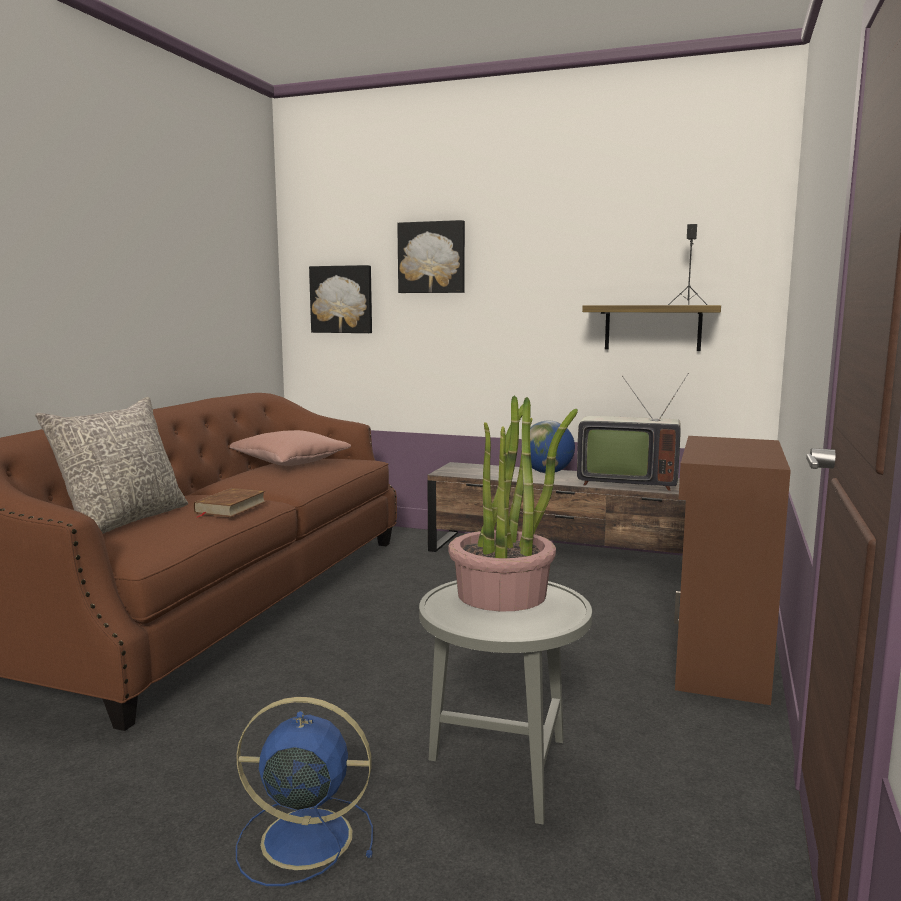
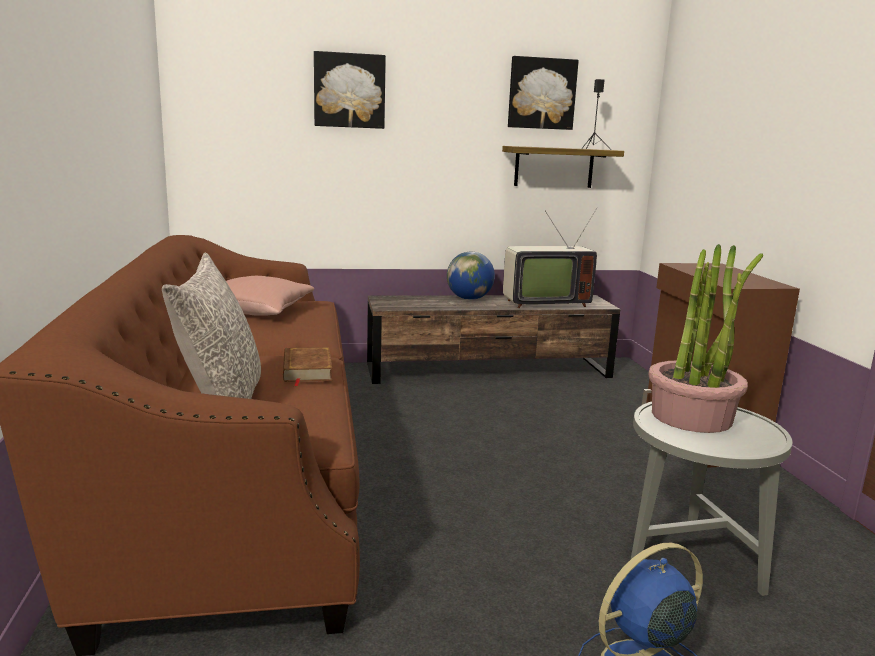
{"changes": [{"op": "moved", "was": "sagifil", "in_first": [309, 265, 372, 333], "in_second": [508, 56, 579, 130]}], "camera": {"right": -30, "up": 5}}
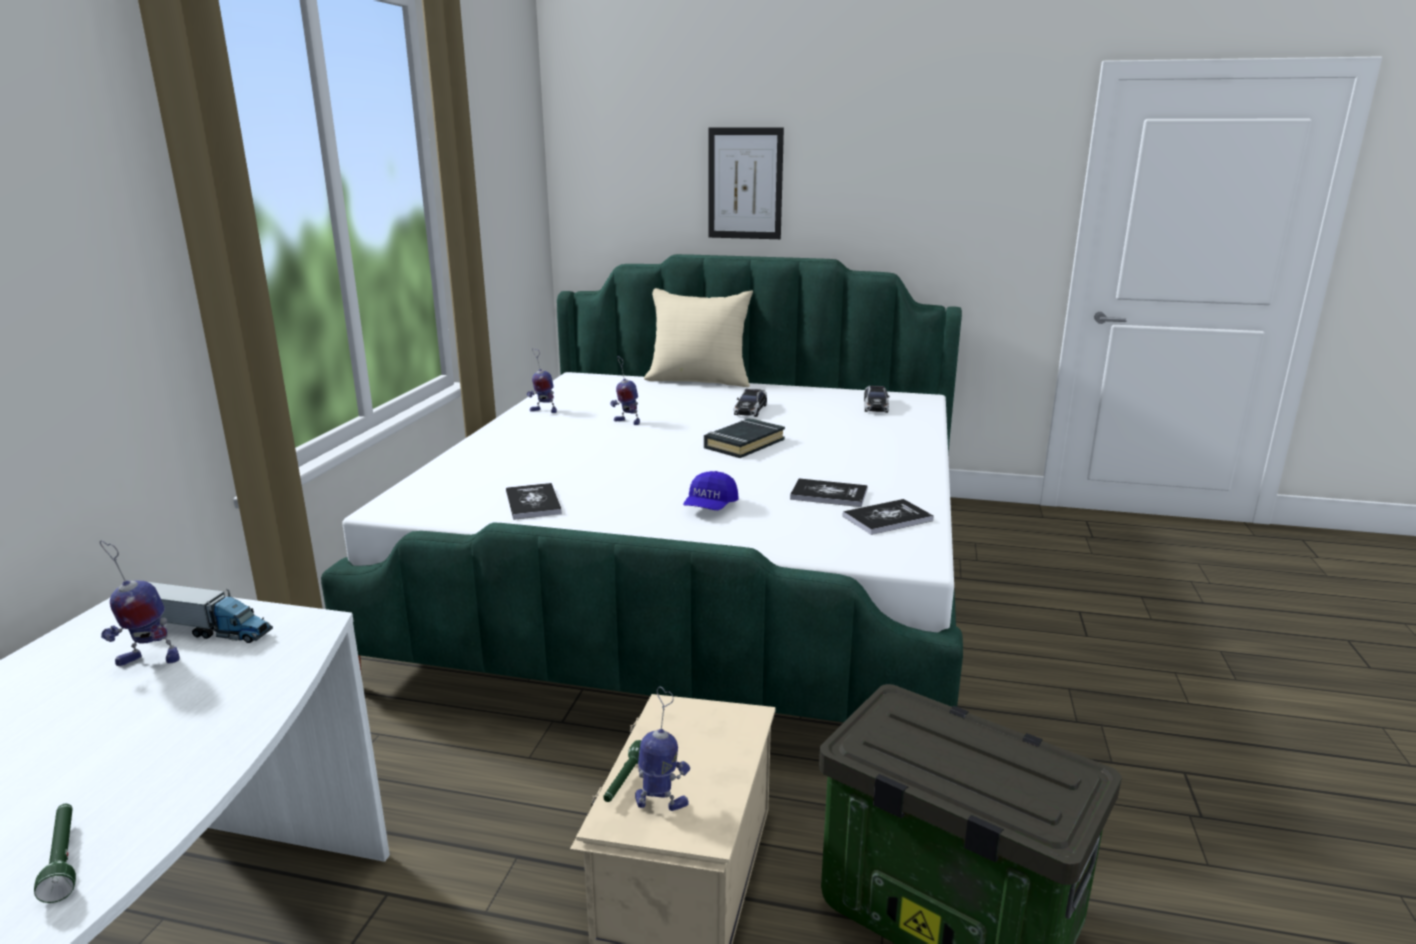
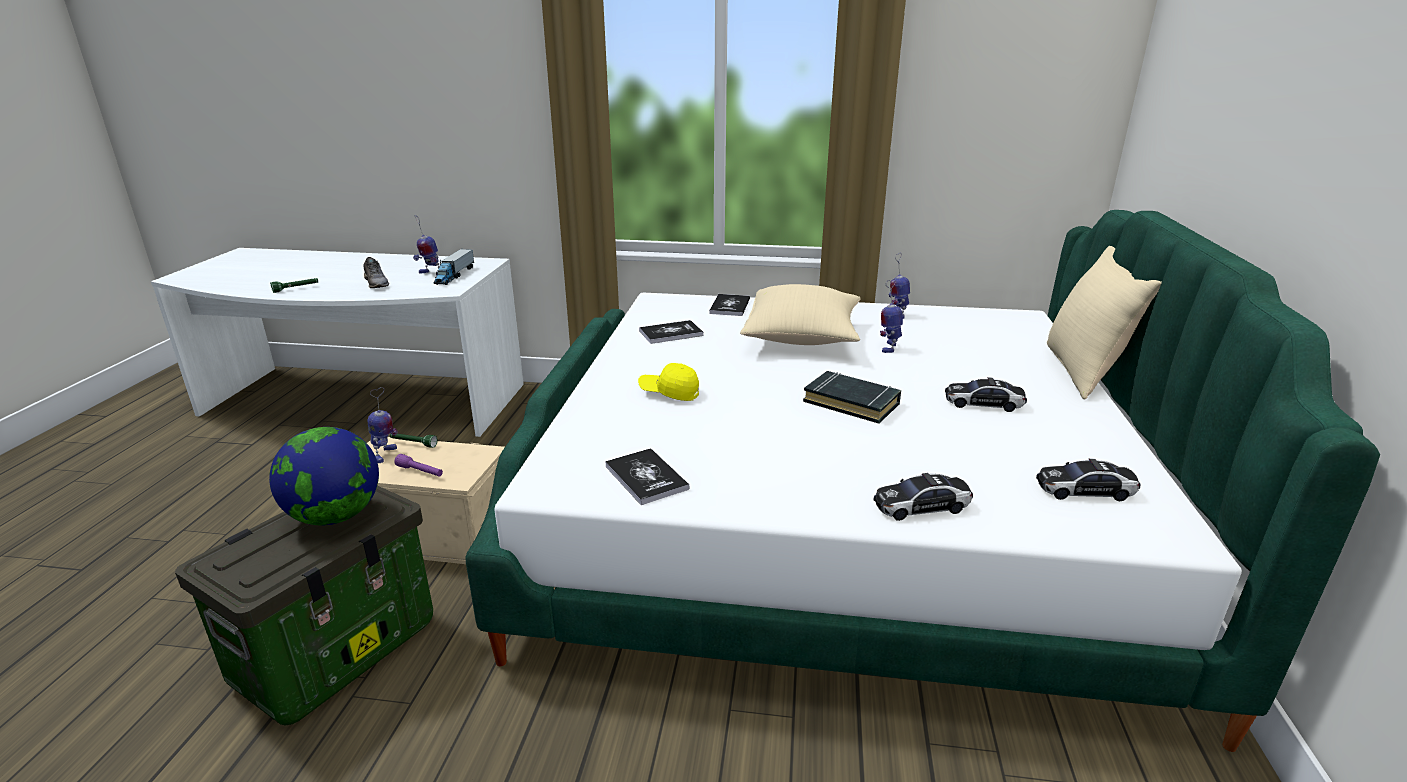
{"changes": [{"op": "added", "now": "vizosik", "in_second": [269, 427, 379, 525]}, {"op": "added", "now": "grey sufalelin", "in_second": [363, 257, 389, 288]}, {"op": "added", "now": "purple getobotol", "in_second": [395, 454, 443, 476]}, {"op": "turned", "was": "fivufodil", "in_first": [100, 540, 180, 666], "in_second": [413, 215, 439, 275], "clockwise": -60}, {"op": "recoloured", "was": "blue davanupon", "now": "yellow davanupon", "in_first": [683, 471, 739, 510], "in_second": [638, 363, 699, 401]}, {"op": "moved", "was": "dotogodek", "in_first": [790, 479, 867, 507], "in_second": [709, 294, 750, 316]}, {"op": "added", "now": "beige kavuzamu", "in_second": [740, 284, 861, 345]}, {"op": "added", "now": "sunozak", "in_second": [873, 473, 973, 521]}, {"op": "removed", "was": "sagifil", "in_first": [708, 127, 784, 239]}], "camera": {"right": 85, "up": 5}}
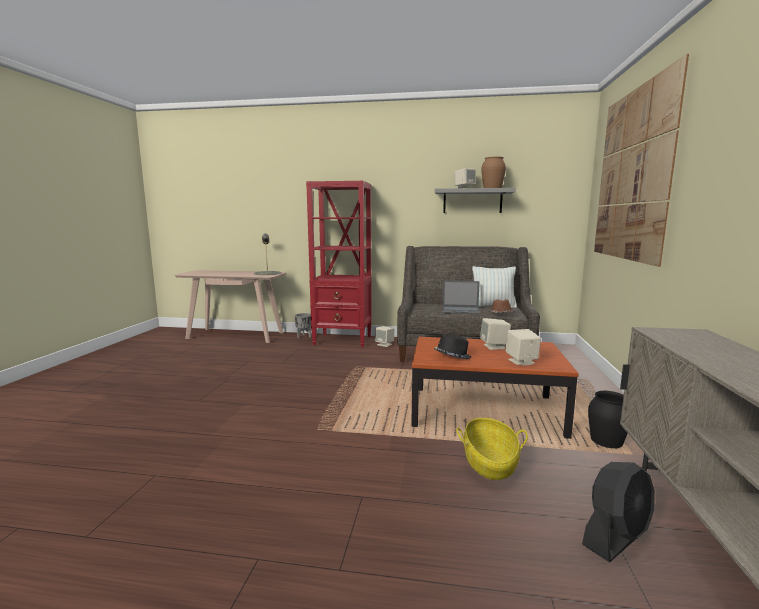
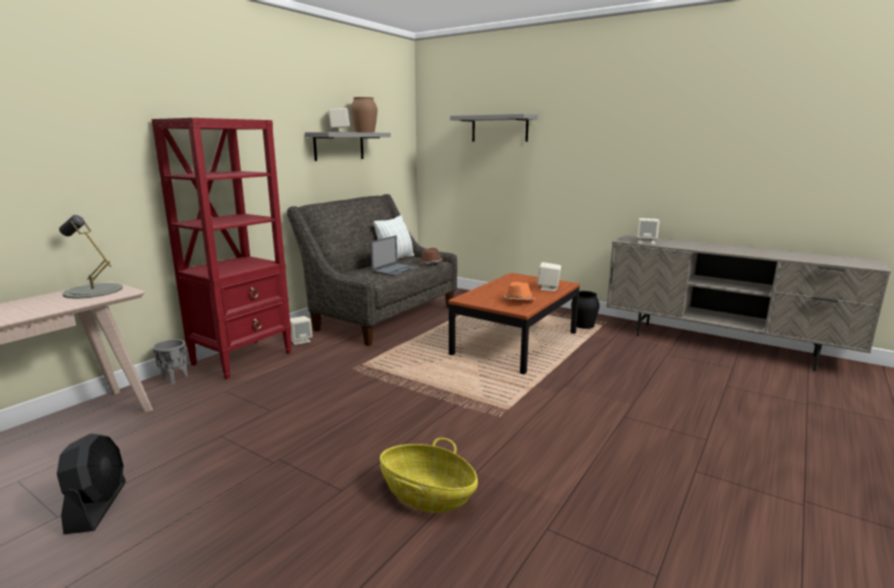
{"changes": [{"op": "moved", "was": "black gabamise", "in_first": [582, 462, 655, 562], "in_second": [57, 434, 126, 534]}, {"op": "moved", "was": "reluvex", "in_first": [456, 418, 528, 480], "in_second": [380, 438, 478, 513]}, {"op": "replaced", "was": "sagifil", "now": "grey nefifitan", "in_first": [594, 54, 689, 267], "in_second": [450, 114, 538, 142]}, {"op": "recoloured", "was": "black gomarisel", "now": "orange gomarisel", "in_first": [434, 334, 471, 359], "in_second": [504, 282, 536, 300]}, {"op": "moved", "was": "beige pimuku", "in_first": [480, 318, 511, 350], "in_second": [637, 218, 659, 244]}], "camera": {"right": -65, "up": 5}}
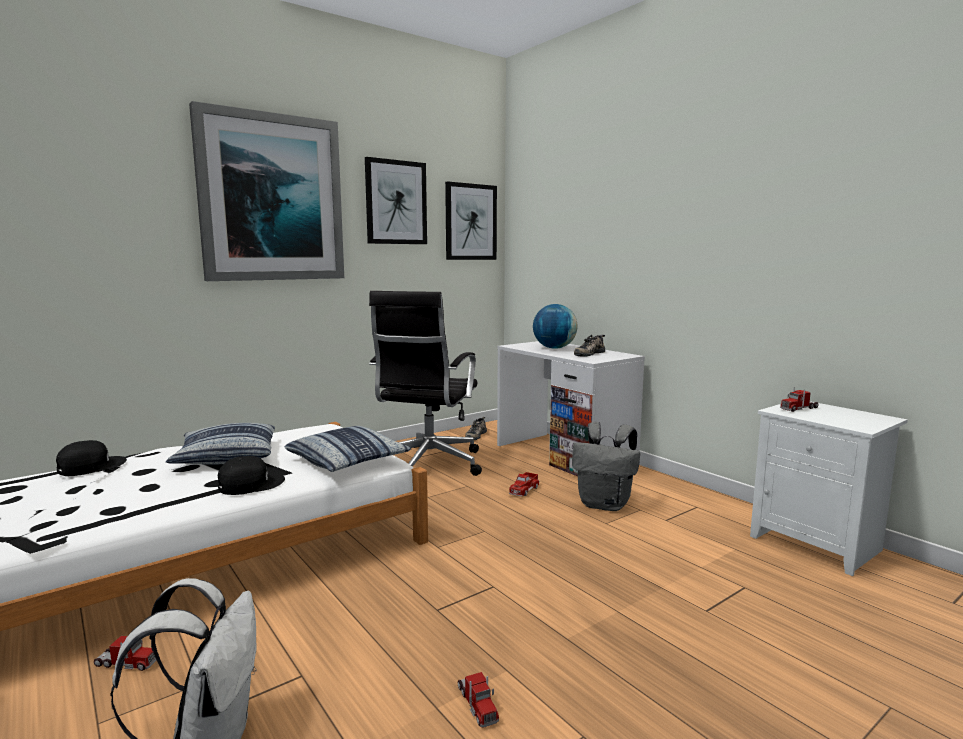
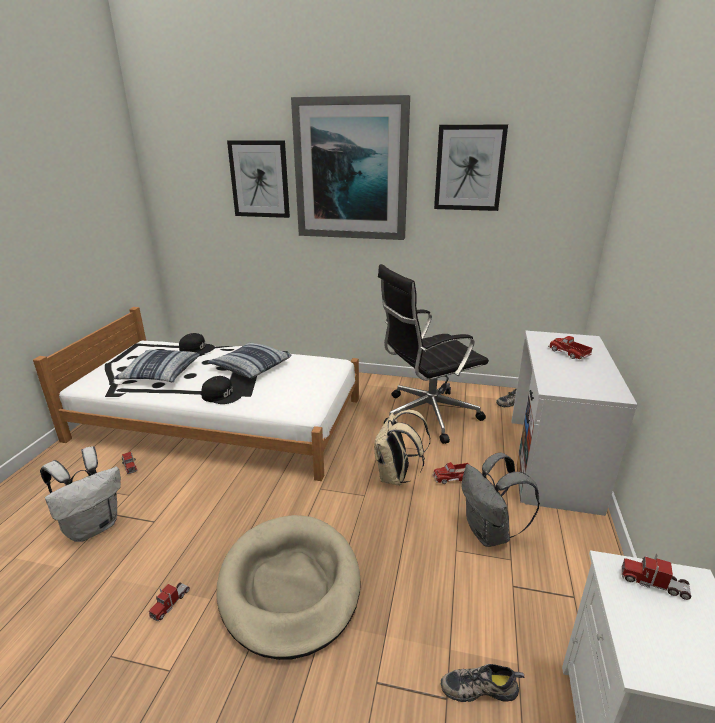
{"changes": [{"op": "moved", "was": "kavuzamu", "in_first": [285, 426, 411, 472], "in_second": [114, 350, 200, 382]}, {"op": "added", "now": "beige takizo", "in_second": [217, 515, 361, 660]}, {"op": "moved", "was": "sagifil", "in_first": [445, 181, 497, 260], "in_second": [227, 140, 290, 218]}, {"op": "added", "now": "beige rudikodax", "in_second": [374, 410, 431, 486]}, {"op": "moved", "was": "sufalelin", "in_first": [574, 335, 605, 356], "in_second": [441, 664, 524, 702]}, {"op": "replaced", "was": "vizosik", "now": "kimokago", "in_first": [533, 304, 578, 349], "in_second": [548, 336, 592, 359]}], "camera": {"right": 50, "up": 15}}
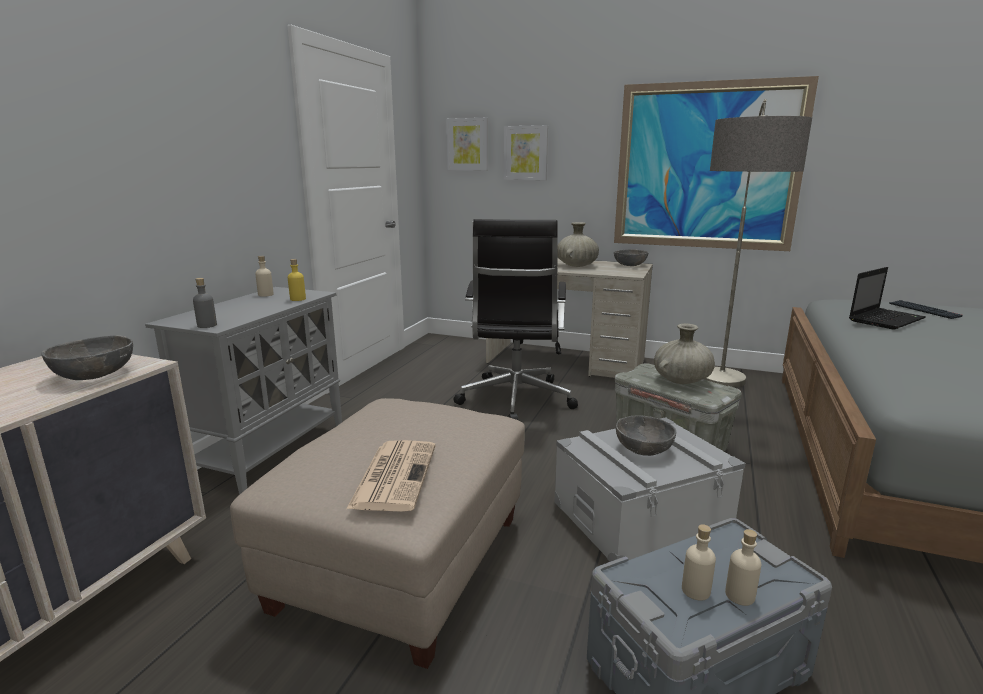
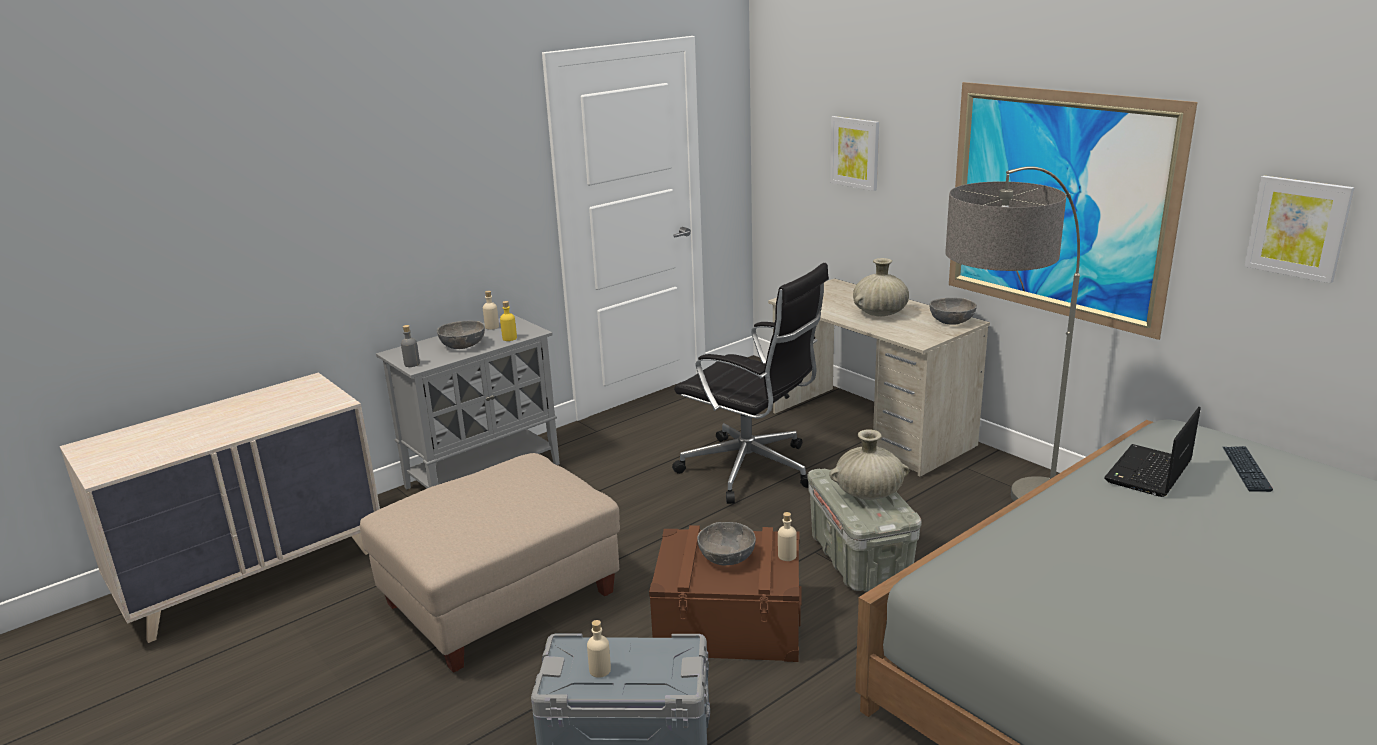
{"changes": [{"op": "moved", "was": "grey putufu", "in_first": [41, 335, 133, 380], "in_second": [437, 321, 485, 349]}, {"op": "recoloured", "was": "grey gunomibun", "now": "brown gunomibun", "in_first": [554, 417, 745, 562], "in_second": [649, 525, 802, 662]}, {"op": "turned", "was": "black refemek", "in_first": [453, 219, 578, 420], "in_second": [672, 263, 829, 504], "clockwise": -90}, {"op": "moved", "was": "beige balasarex", "in_first": [725, 529, 761, 606], "in_second": [778, 512, 797, 561]}, {"op": "turned", "was": "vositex", "in_first": [849, 267, 926, 330], "in_second": [1104, 407, 1201, 497], "clockwise": 135}, {"op": "moved", "was": "sagifil", "in_first": [446, 118, 488, 171], "in_second": [1244, 176, 1354, 283]}, {"op": "removed", "was": "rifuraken", "in_first": [346, 440, 436, 512]}], "camera": {"right": 30, "up": 5}}
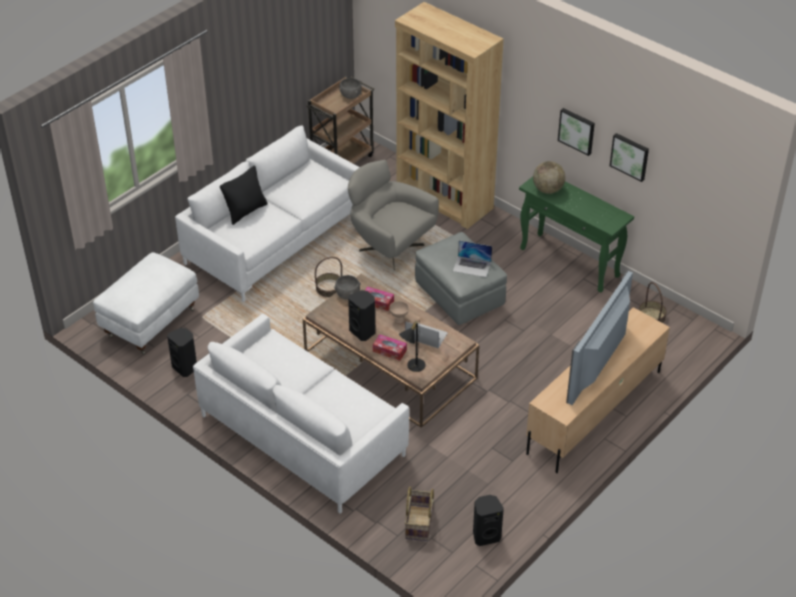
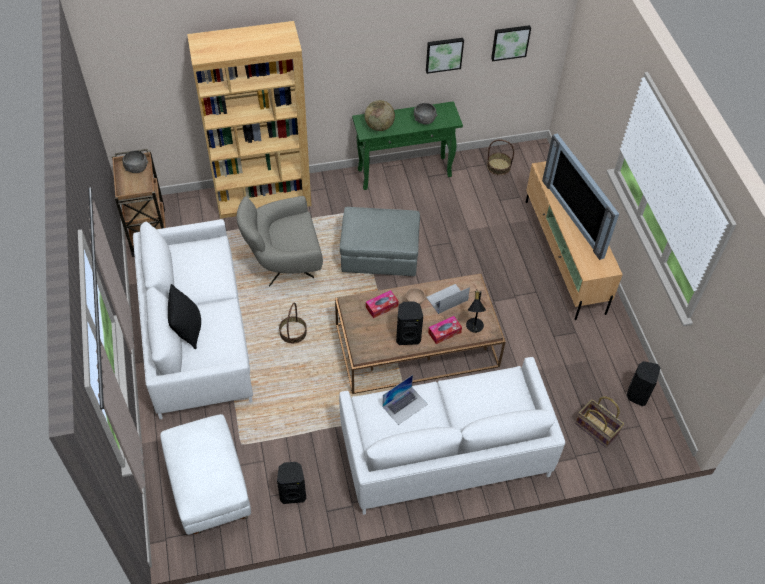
{"changes": [{"op": "moved", "was": "vositex", "in_first": [453, 240, 492, 277], "in_second": [382, 375, 428, 425]}, {"op": "moved", "was": "grey putufu", "in_first": [334, 275, 361, 299], "in_second": [414, 103, 437, 124]}, {"op": "moved", "was": "sagifil", "in_first": [558, 108, 595, 156], "in_second": [491, 25, 531, 61]}], "camera": {"right": -55, "up": 10}}
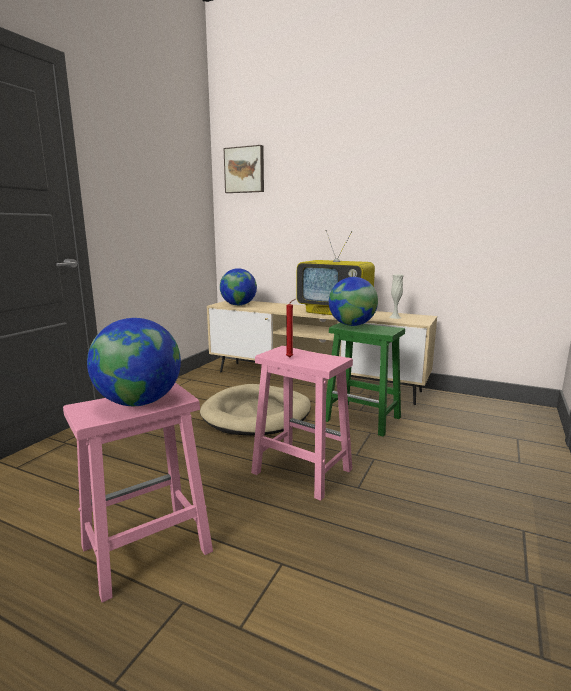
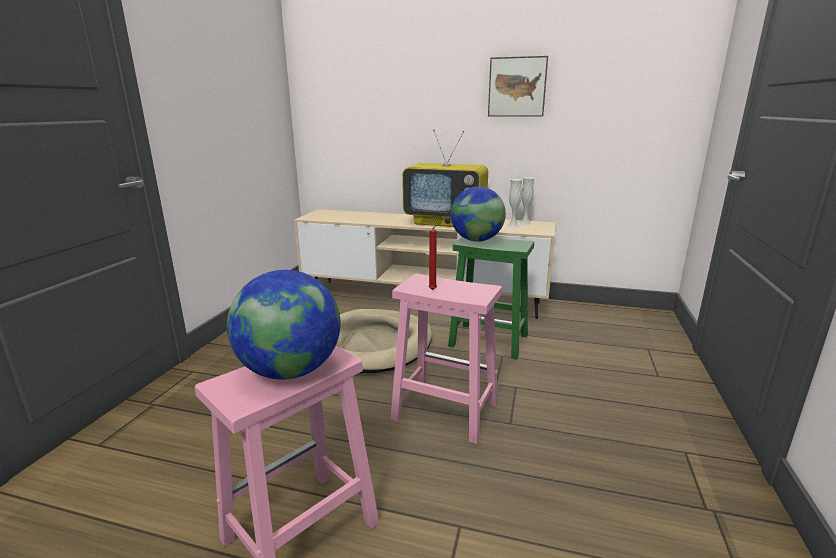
{"changes": [{"op": "moved", "was": "sagifil", "in_first": [224, 145, 264, 193], "in_second": [488, 56, 548, 117]}, {"op": "added", "now": "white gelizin", "in_second": [519, 177, 535, 225]}, {"op": "removed", "was": "vizosik", "in_first": [220, 268, 257, 306]}], "camera": {"right": -10, "up": 5}}
